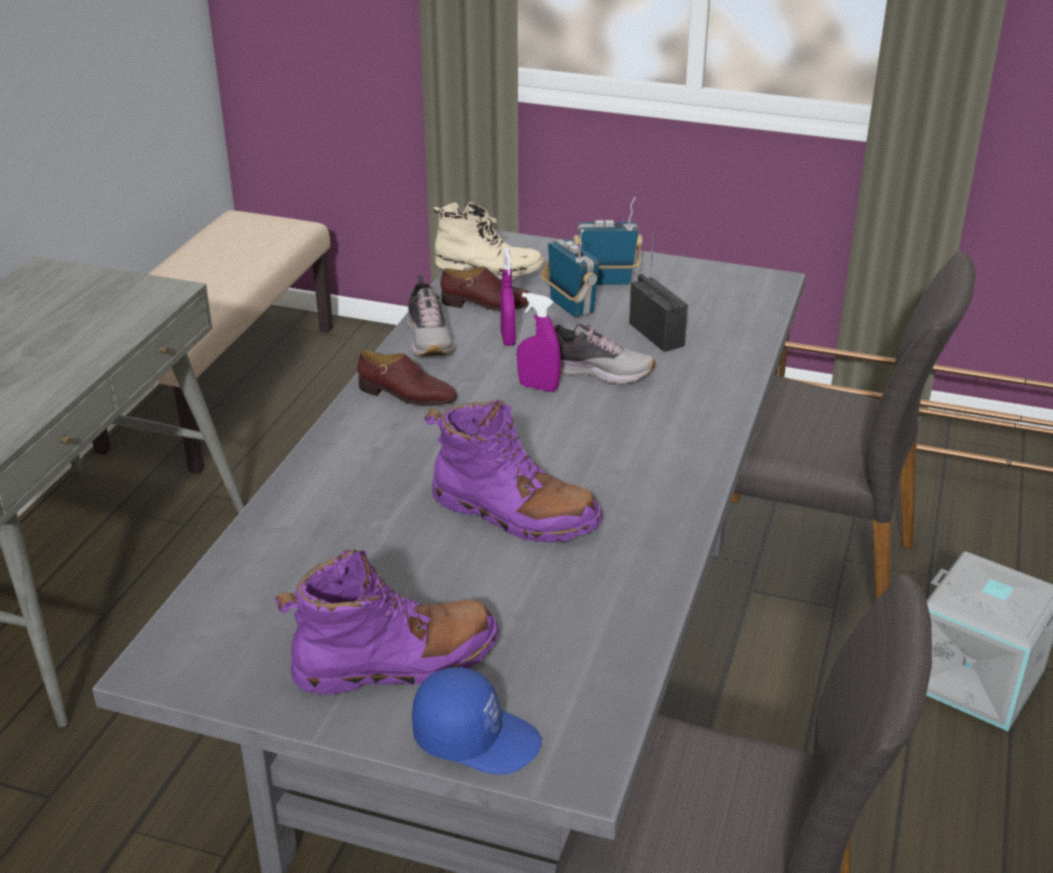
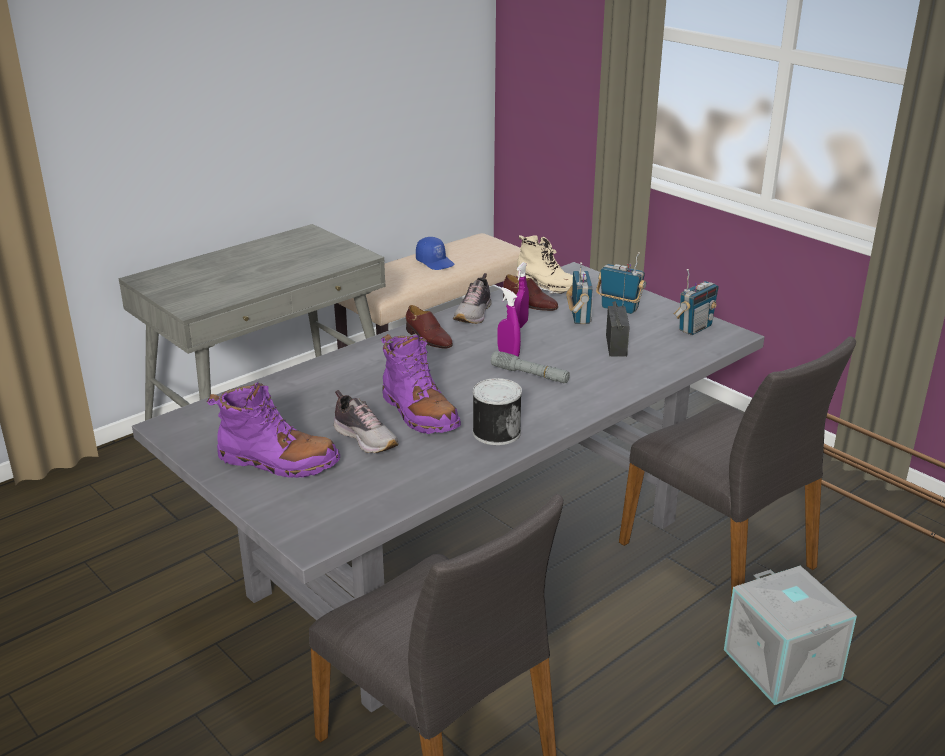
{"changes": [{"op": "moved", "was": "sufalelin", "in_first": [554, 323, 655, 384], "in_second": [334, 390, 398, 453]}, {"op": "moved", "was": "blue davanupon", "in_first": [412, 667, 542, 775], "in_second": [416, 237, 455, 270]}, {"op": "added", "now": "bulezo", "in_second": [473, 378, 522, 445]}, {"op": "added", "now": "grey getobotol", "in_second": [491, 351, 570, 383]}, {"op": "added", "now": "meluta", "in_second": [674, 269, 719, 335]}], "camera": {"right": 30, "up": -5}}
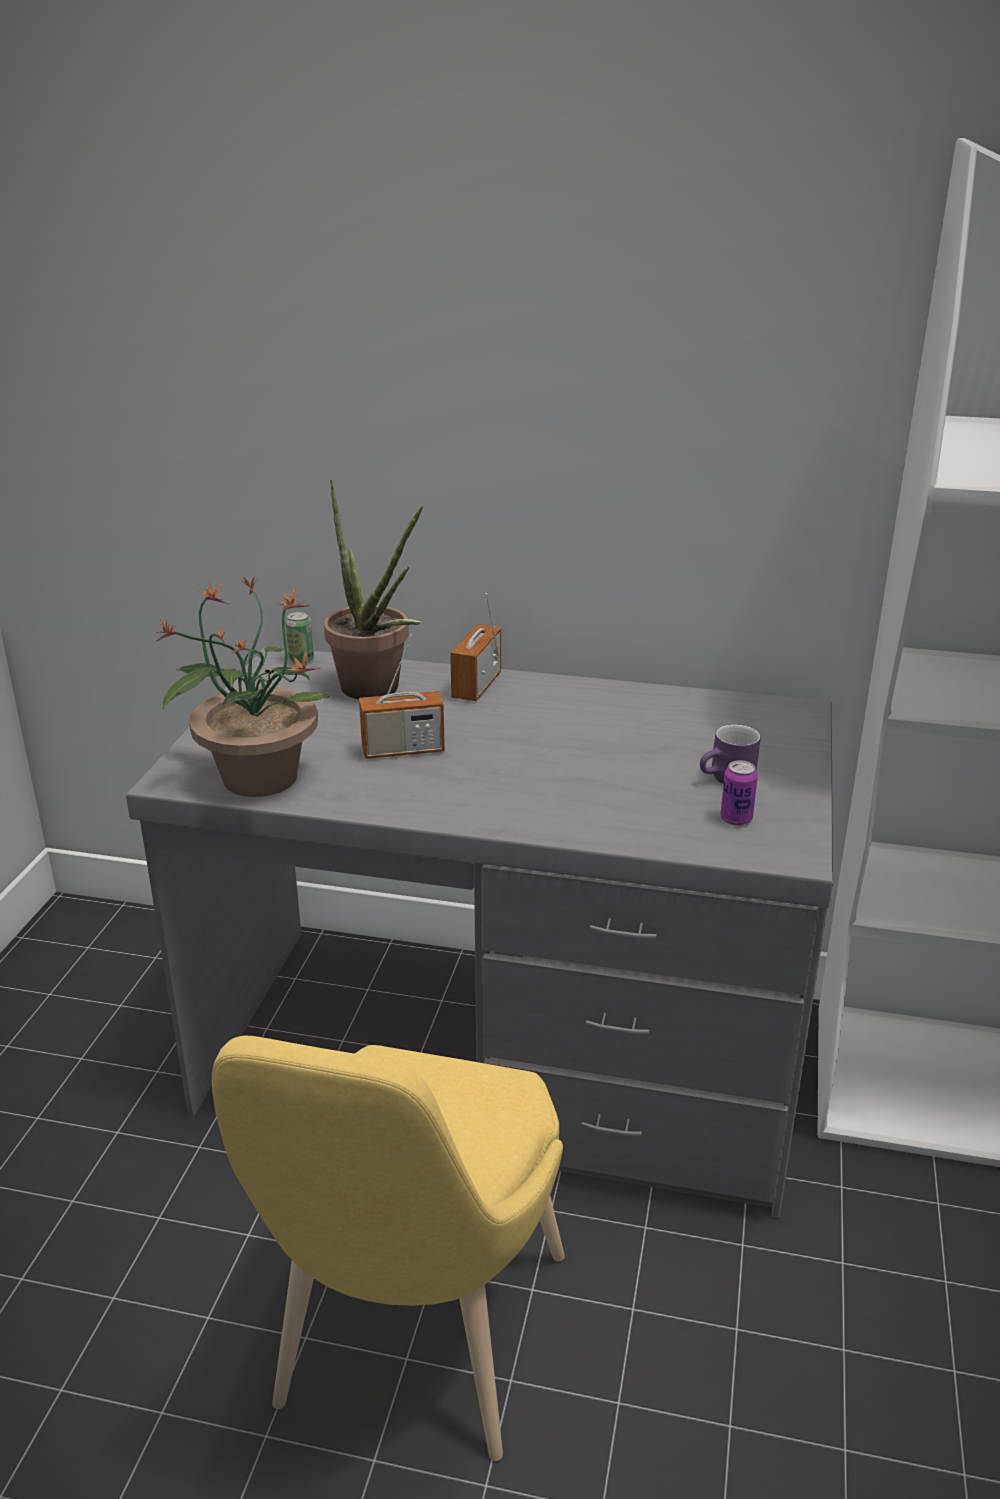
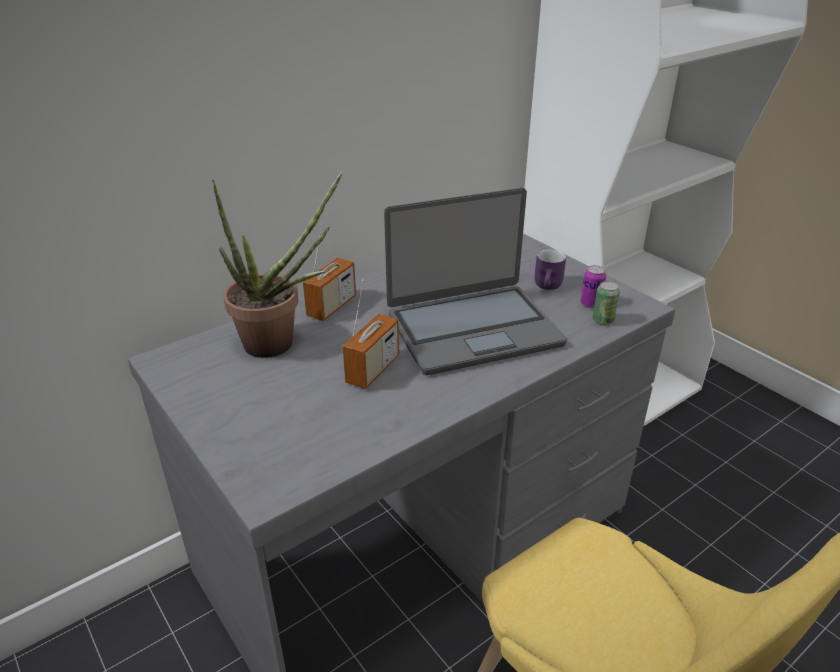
{"changes": [{"op": "turned", "was": "meluta", "in_first": [450, 593, 501, 701], "in_second": [303, 224, 356, 321], "clockwise": -120}, {"op": "added", "now": "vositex", "in_second": [384, 188, 567, 375]}, {"op": "moved", "was": "bulezo", "in_first": [285, 612, 314, 664], "in_second": [593, 281, 620, 325]}, {"op": "removed", "was": "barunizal", "in_first": [153, 576, 330, 797]}], "camera": {"right": -50, "up": 5}}
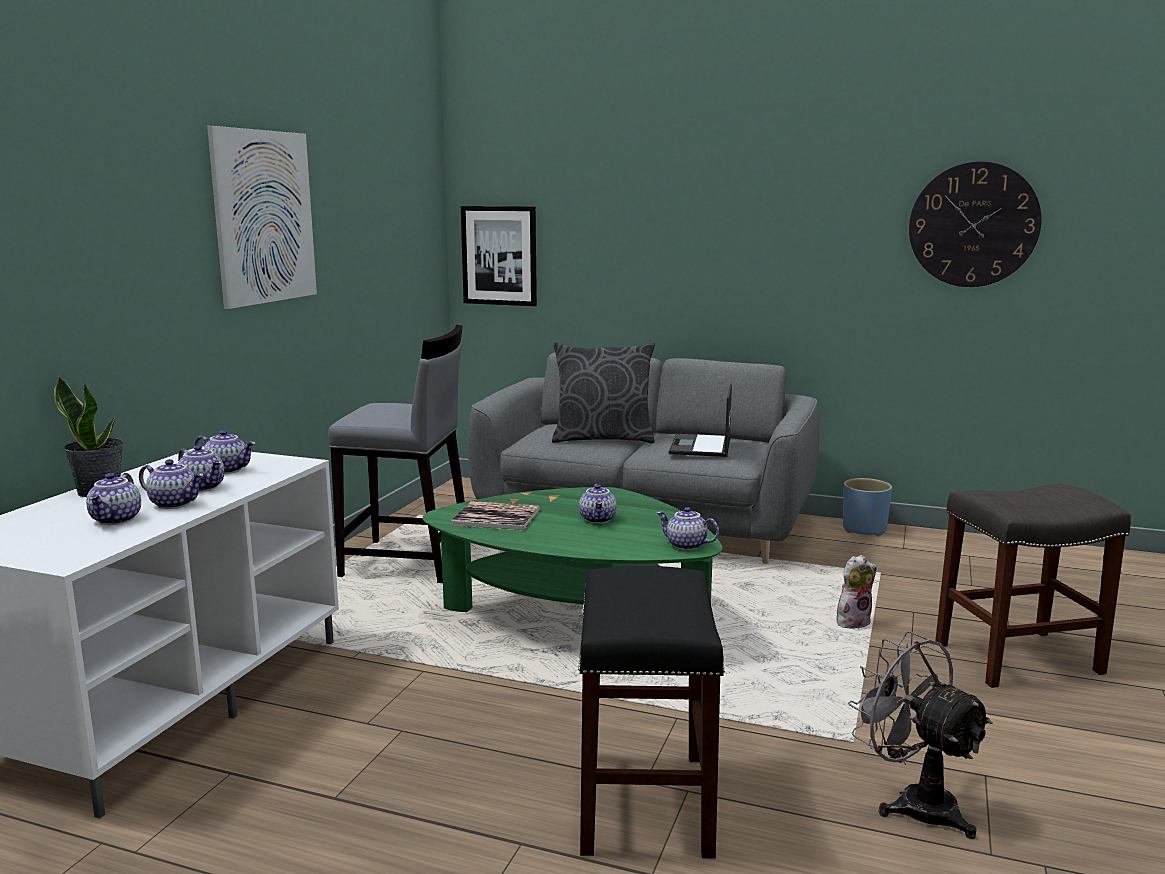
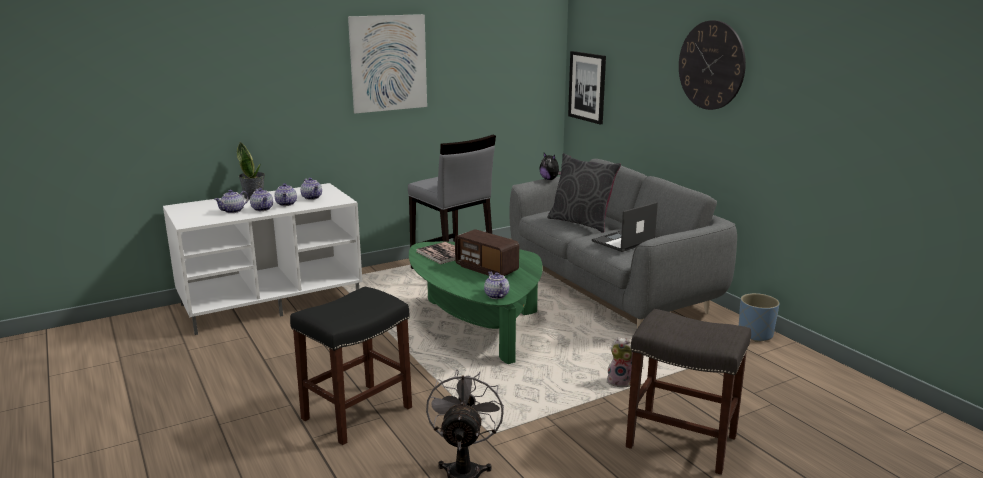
{"changes": [{"op": "replaced", "was": "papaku", "now": "meluta", "in_first": [579, 484, 617, 524], "in_second": [455, 229, 519, 276]}, {"op": "added", "now": "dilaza", "in_second": [539, 153, 561, 180]}, {"op": "moved", "was": "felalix", "in_first": [909, 161, 1041, 287], "in_second": [679, 20, 746, 110]}], "camera": {"right": 40, "up": 5}}
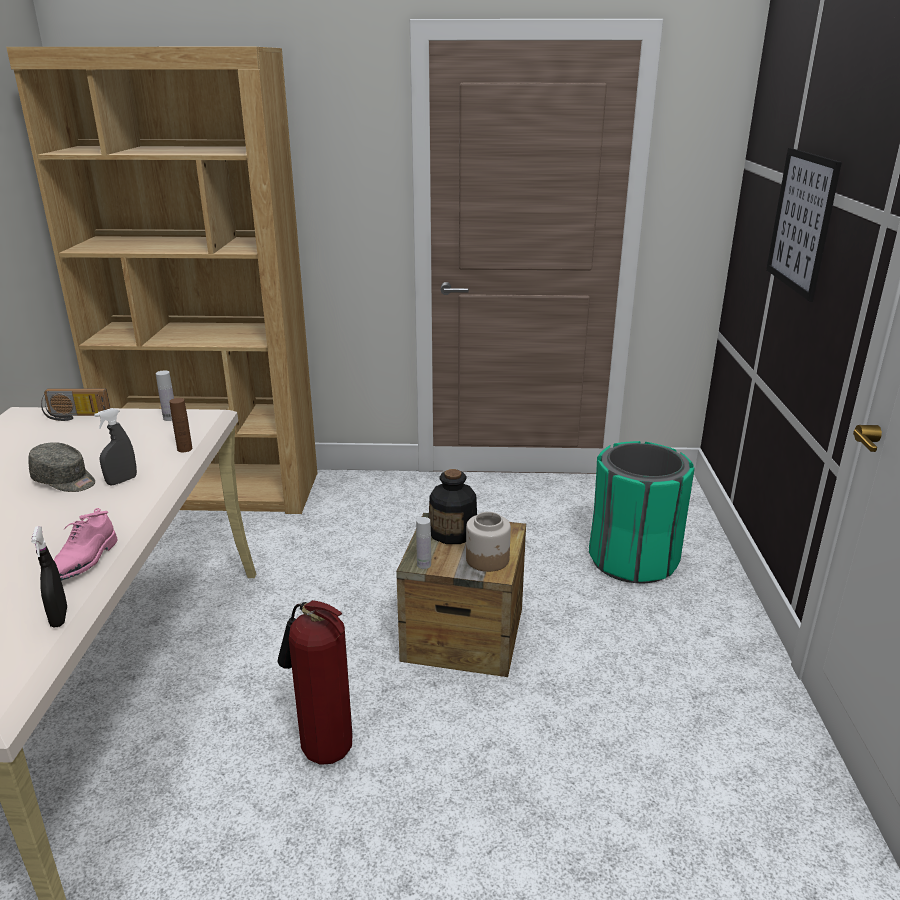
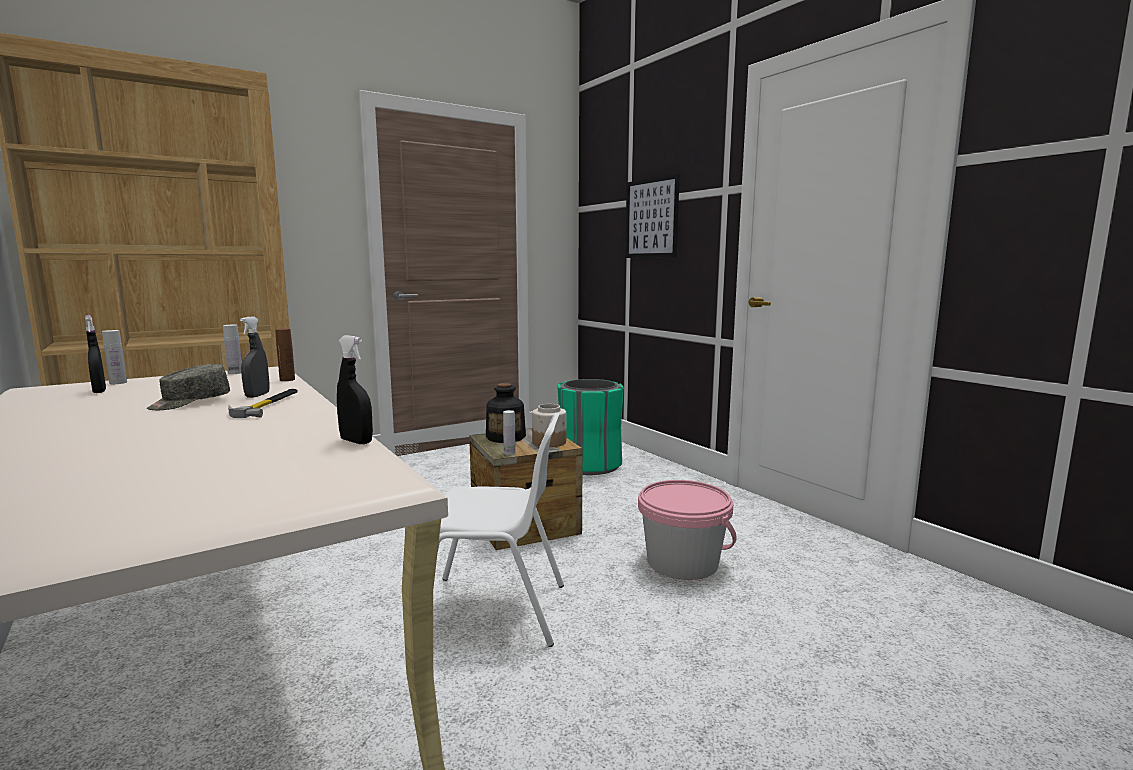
{"changes": [{"op": "added", "now": "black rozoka", "in_second": [85, 315, 106, 393]}, {"op": "replaced", "was": "meluta", "now": "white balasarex", "in_first": [41, 388, 111, 421], "in_second": [102, 330, 127, 384]}, {"op": "turned", "was": "grey davanupon", "in_first": [28, 442, 95, 492], "in_second": [147, 364, 230, 410], "clockwise": 135}, {"op": "added", "now": "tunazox", "in_second": [228, 389, 298, 418]}, {"op": "replaced", "was": "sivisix", "now": "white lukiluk", "in_first": [278, 600, 352, 765], "in_second": [438, 413, 564, 647]}, {"op": "added", "now": "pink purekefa", "in_second": [638, 480, 737, 580]}, {"op": "removed", "was": "pink sufalelin", "in_first": [54, 508, 117, 580]}], "camera": {"right": -35, "up": -15}}
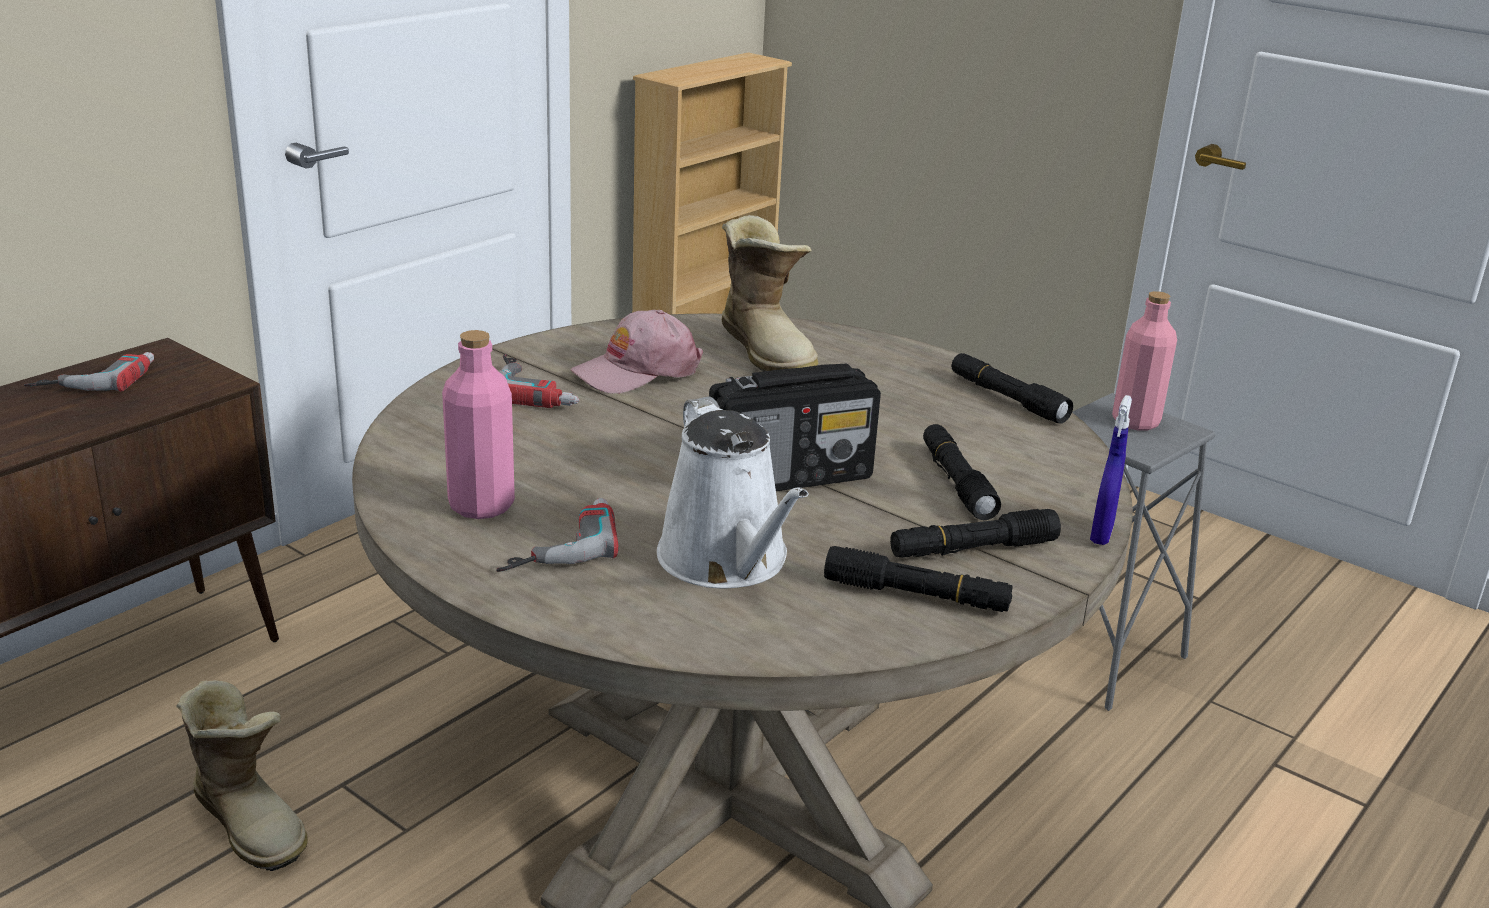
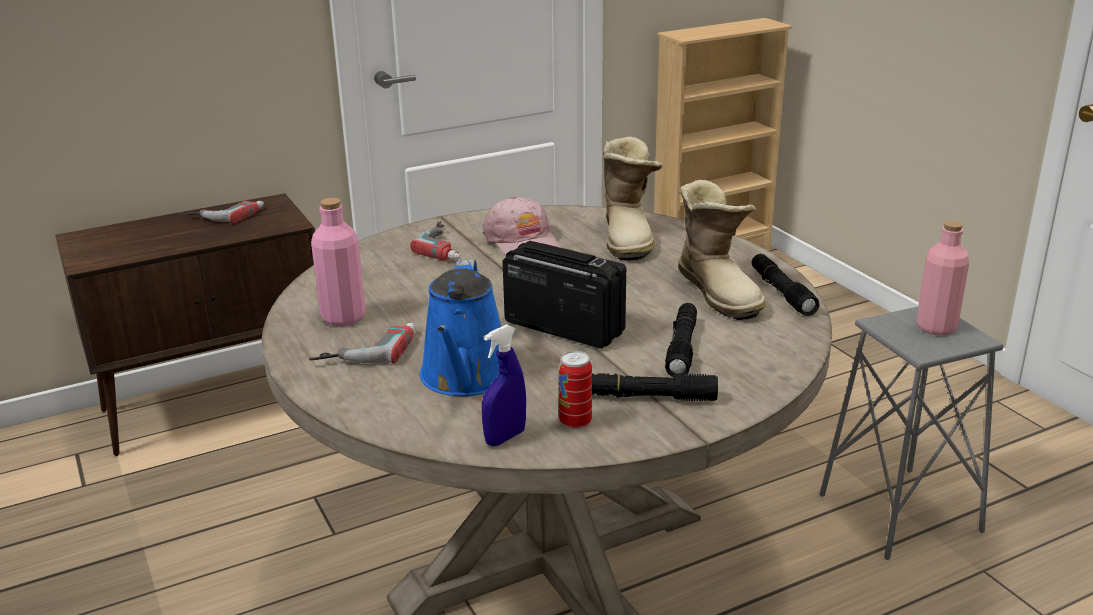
{"changes": [{"op": "recoloured", "was": "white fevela", "now": "blue fevela", "in_first": [657, 397, 808, 588], "in_second": [420, 259, 501, 396]}, {"op": "moved", "was": "blue rozoka", "in_first": [1090, 395, 1132, 545], "in_second": [482, 324, 526, 446]}, {"op": "turned", "was": "pink davanupon", "in_first": [571, 310, 703, 394], "in_second": [483, 196, 562, 255], "clockwise": -105}, {"op": "turned", "was": "meluta", "in_first": [709, 364, 881, 491], "in_second": [503, 241, 626, 348], "clockwise": -150}, {"op": "replaced", "was": "black getobotol", "now": "bulezo", "in_first": [824, 546, 1013, 612], "in_second": [559, 351, 592, 429]}, {"op": "moved", "was": "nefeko", "in_first": [177, 680, 308, 871], "in_second": [678, 180, 766, 320]}], "camera": {"right": 25, "up": 0}}
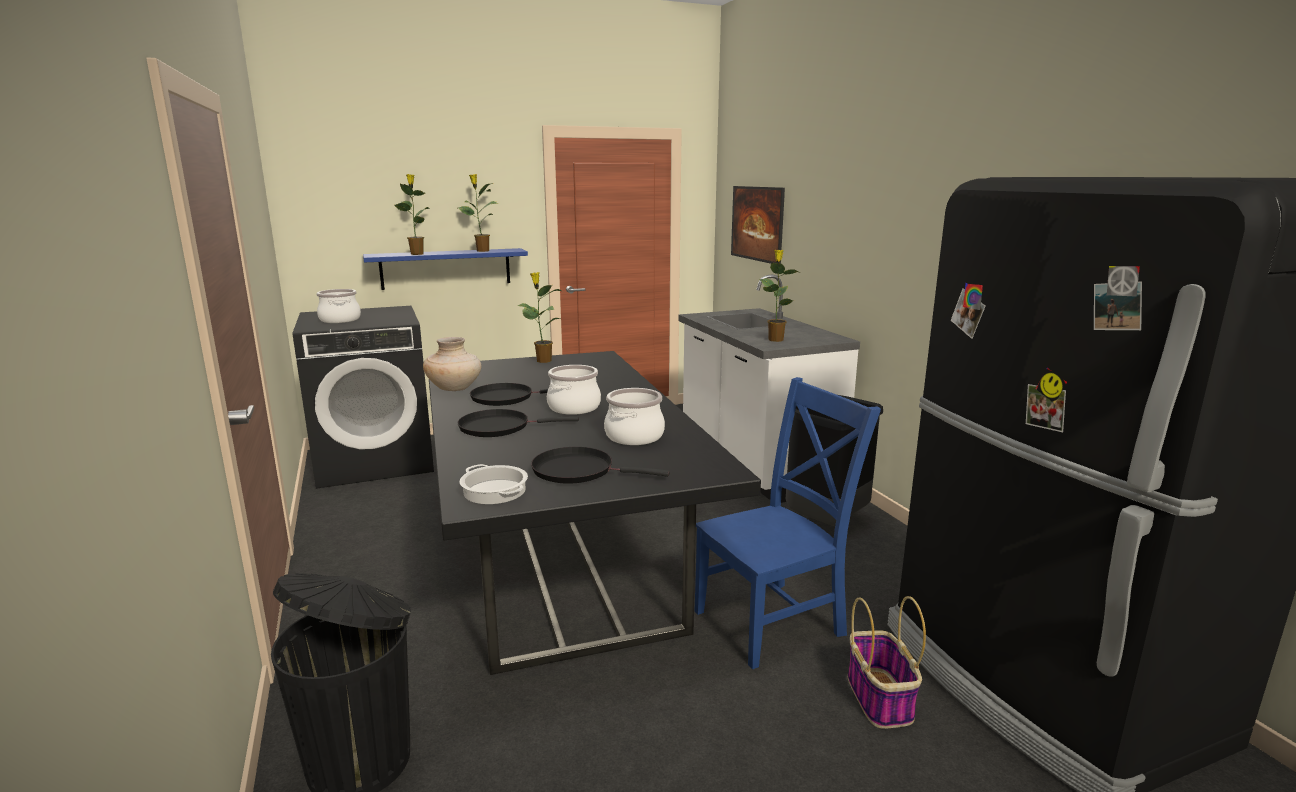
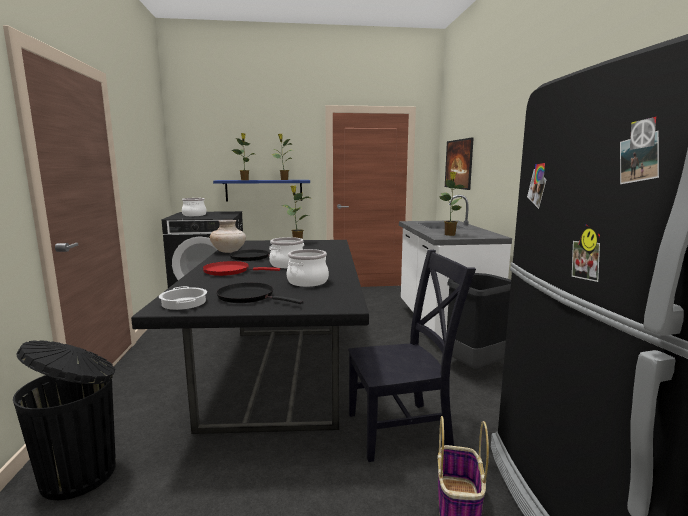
{"changes": [{"op": "recoloured", "was": "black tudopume", "now": "red tudopume", "in_first": [457, 409, 579, 437], "in_second": [203, 261, 280, 276]}, {"op": "recoloured", "was": "blue lukiluk", "now": "black lukiluk", "in_first": [694, 377, 881, 669], "in_second": [348, 250, 476, 462]}], "camera": {"right": 15, "up": -5}}
